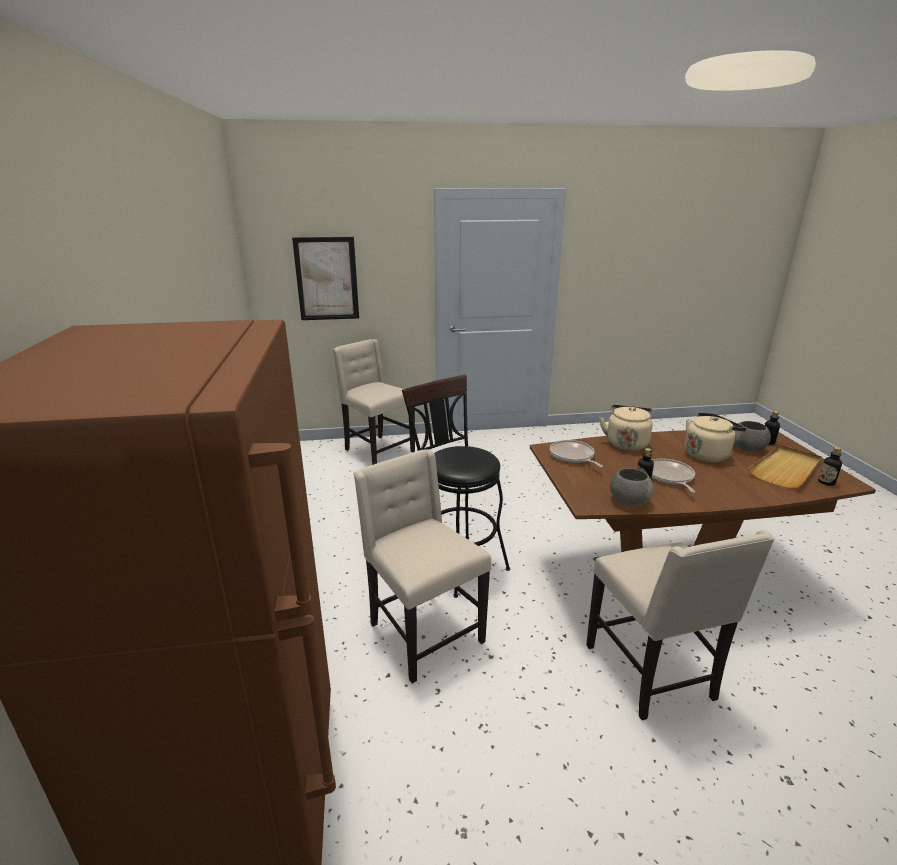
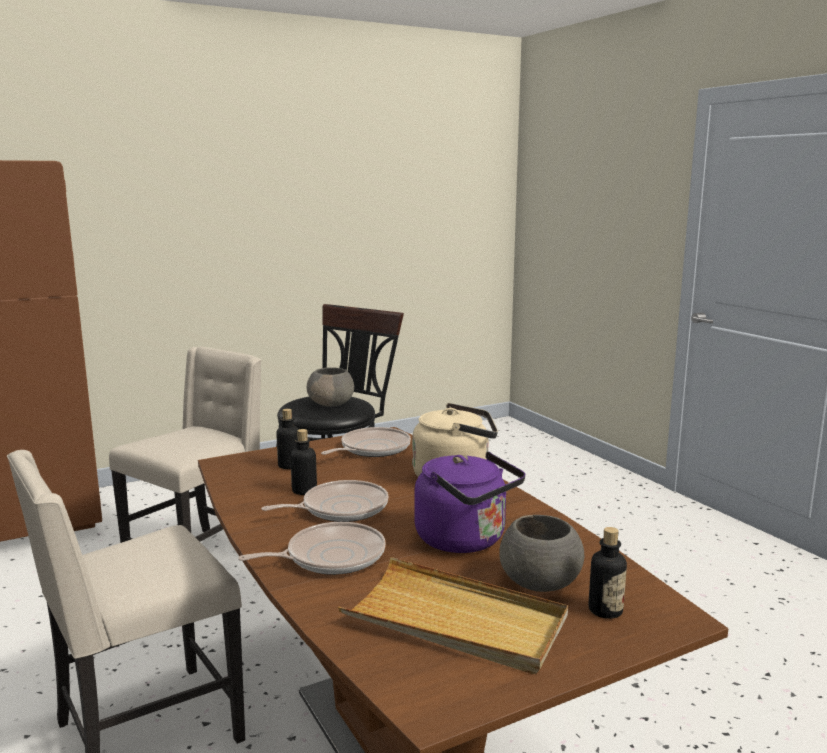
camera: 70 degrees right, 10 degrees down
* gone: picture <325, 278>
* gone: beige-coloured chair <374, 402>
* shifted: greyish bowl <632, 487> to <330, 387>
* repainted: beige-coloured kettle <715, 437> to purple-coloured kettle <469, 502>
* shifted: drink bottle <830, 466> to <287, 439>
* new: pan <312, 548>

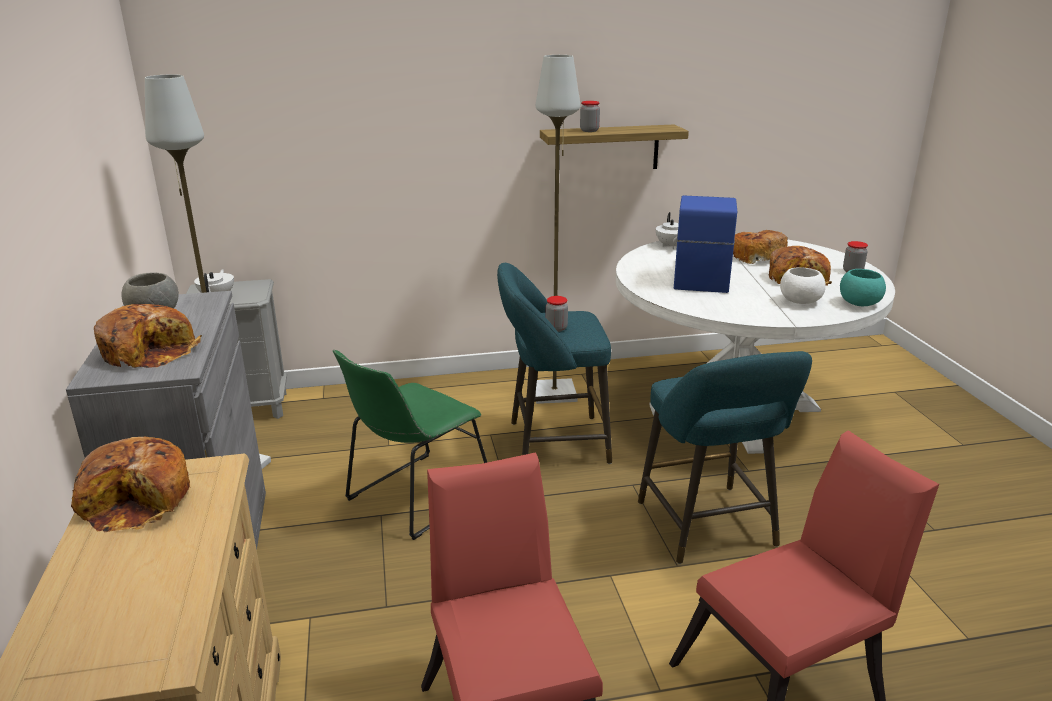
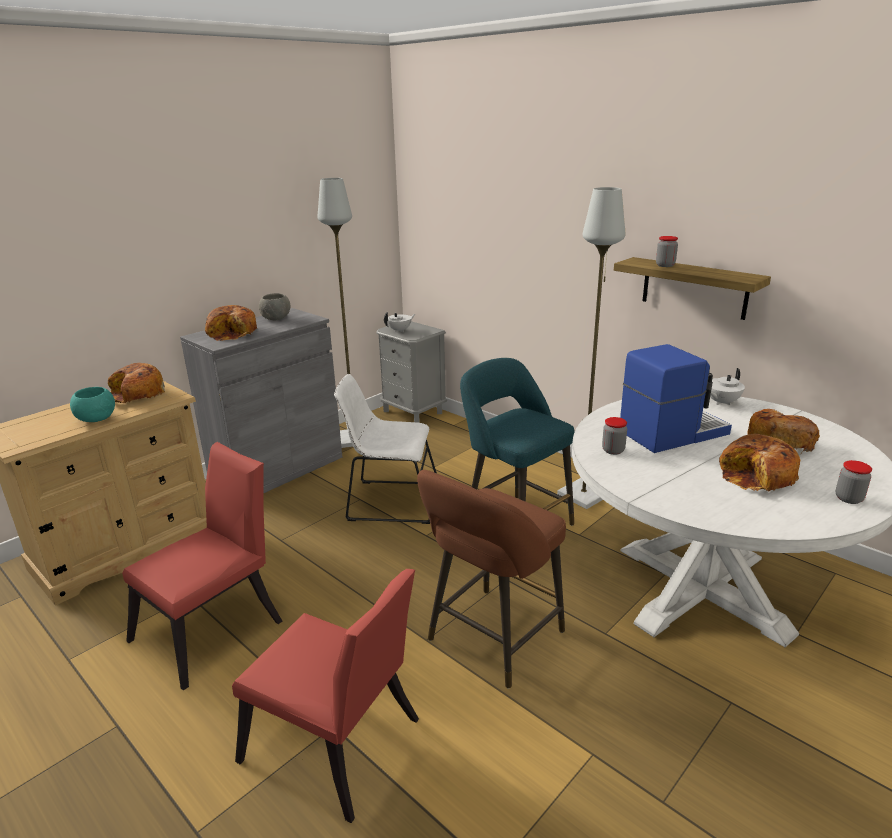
camera: 55 degrees right, 0 degrees up
* repainted: green-coloured chair <410, 445> to white-coloured chair <385, 449>
* shifted: preserve jar <557, 314> to <614, 436>
* repainted: turquoise stool seat <725, 457> to brown-coloured stool seat <491, 579>
* gone: white-coloured bowl <803, 285>
* shifted: turquoise bowl <863, 287> to <92, 404>

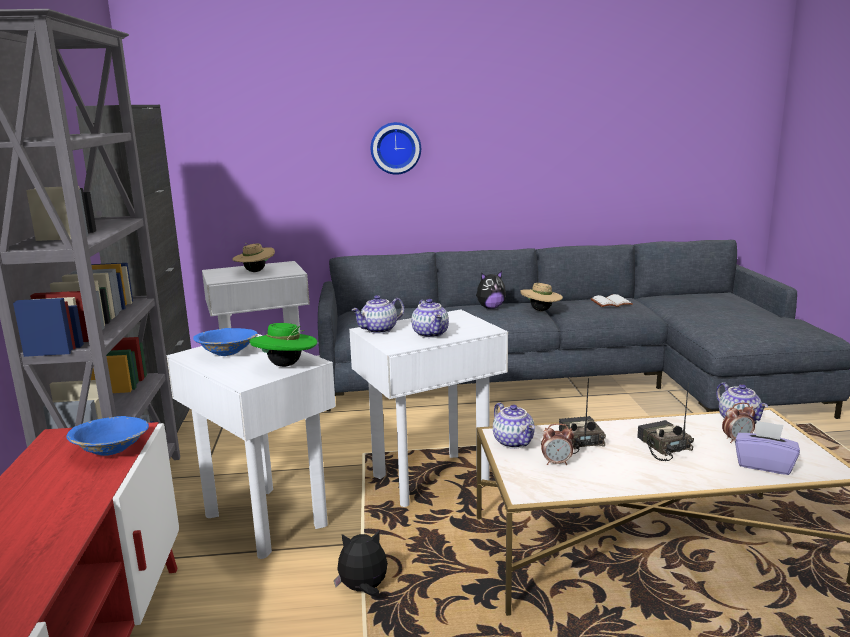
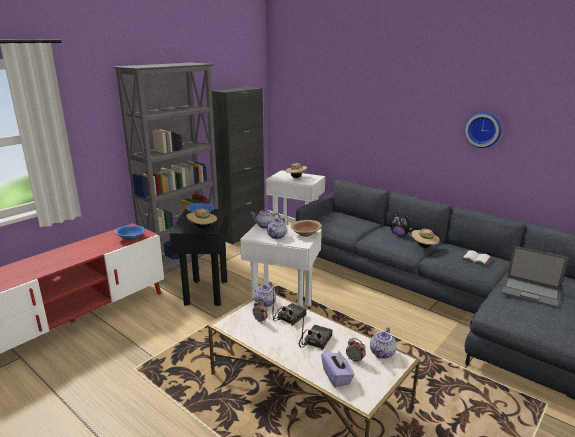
camera: 45 degrees right, 5 degrees up
* repainted: white-coloured accent table <251, 446> to black-coloured accent table <199, 257>
* repainted: green-coloured clothing hat <283, 345> to beige-coloured clothing hat <201, 219>
* gone: soft toy <361, 564>
* shifted: clock on the wall <396, 148> to <483, 130>
* new: brown-coloured bowl <306, 228>
* new: notebook computer <535, 277>

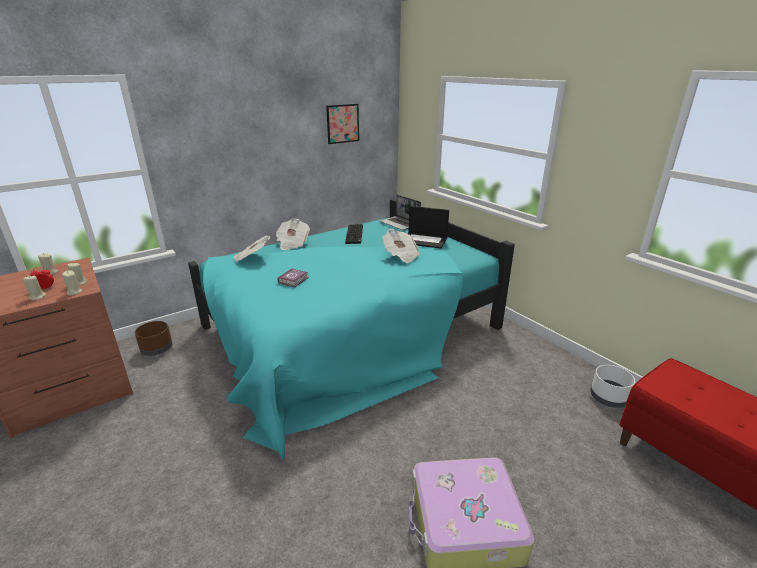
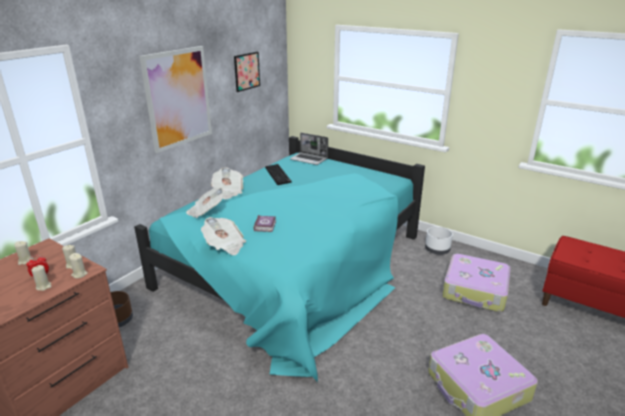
camera: 20 degrees left, 0 degrees up
* shifted: printed paper <401, 246> to <223, 236>
* gone: notebook computer <428, 227>
* shifted: white-coloured plant pot <612, 386> to <439, 241>
* new: picture <176, 99>
* new: suitcase <476, 283>

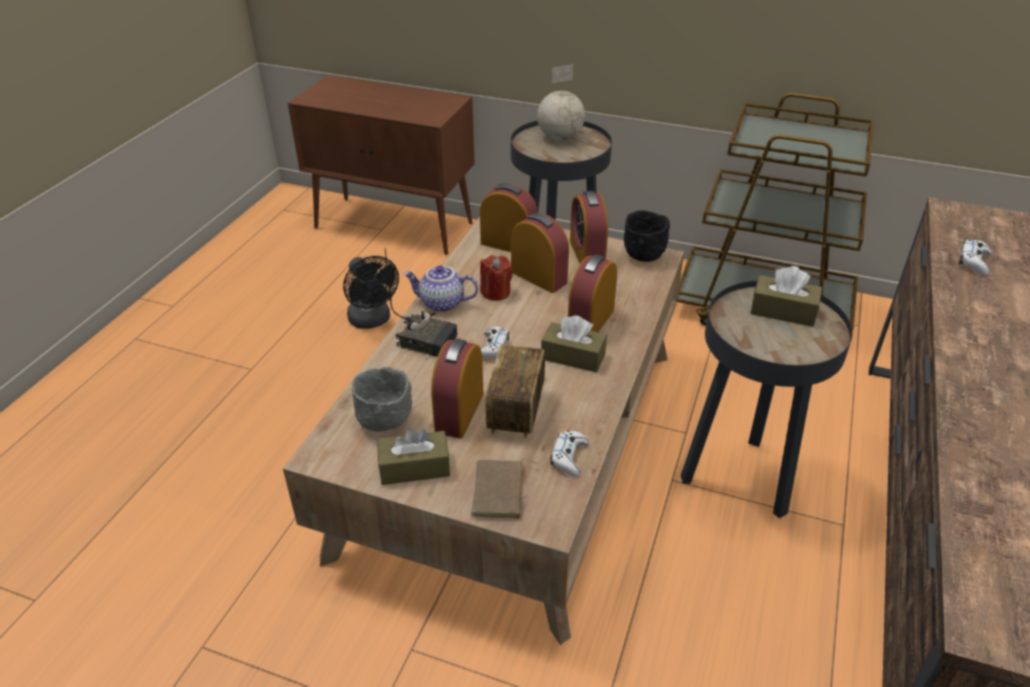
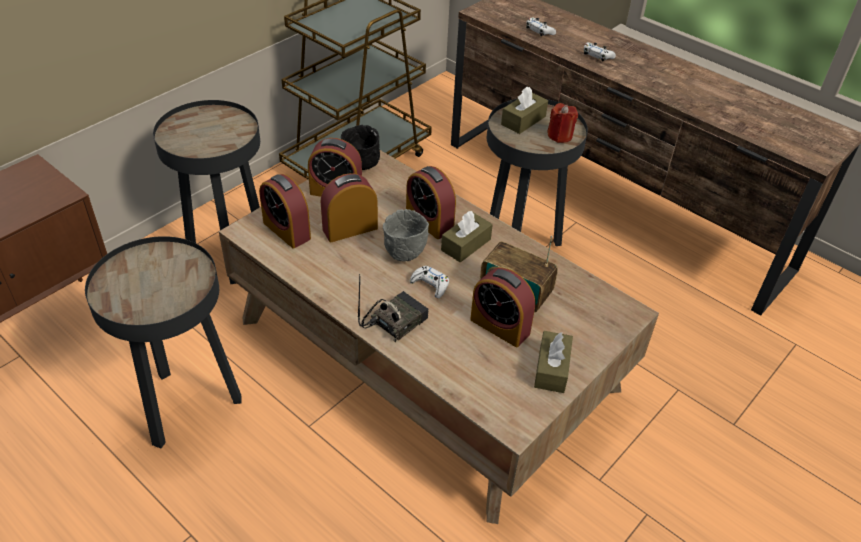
camera: 70 degrees left, 5 degrees up
* swapped: black-coloured fan <371, 292> to black-coloured accent table <163, 342>
* shifted: greyish bowl <382, 399> to <406, 235>
* gone: teapot <441, 288>
* gone: brown-coloured bound book <504, 489>
* rotated: bedside clock <509, 217> = <285, 211> 90 degrees counterclockwise
* shifted: reddish wax candle <496, 278> to <562, 123>
* gone: globe <561, 102>
* shifted: white-coloured joypad <569, 453> to <600, 51>

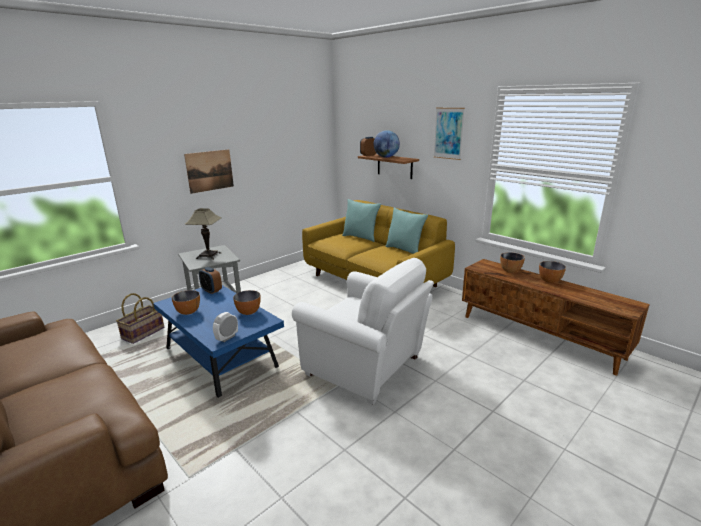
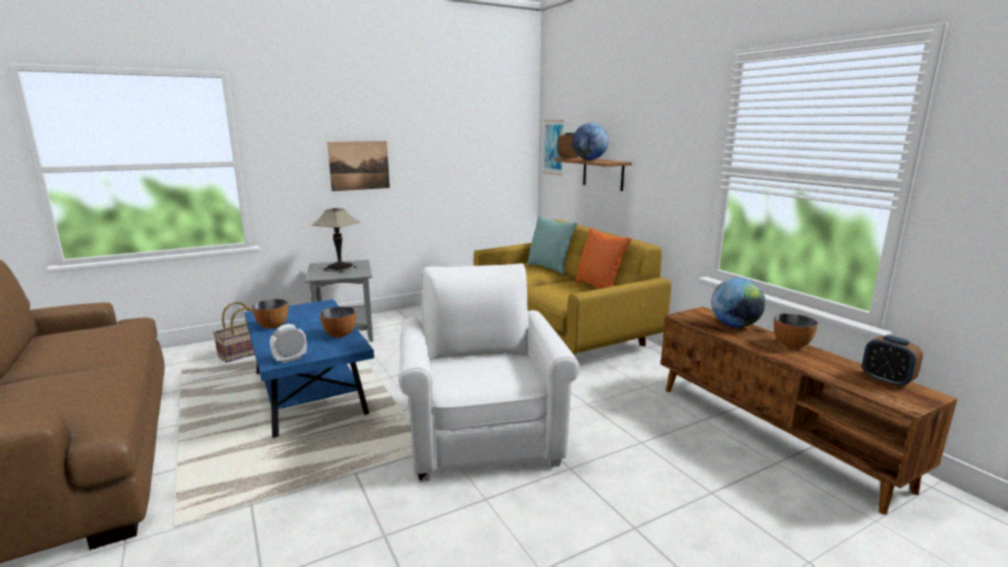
camera: 15 degrees right, 5 degrees down
* shifted: bedside clock <210, 280> to <892, 361>
* rotated: white-coloured easy chair <363, 331> = <489, 372> 150 degrees counterclockwise
* repainted: turquoise throw pillow <407, 230> to orangey throw pillow <603, 258>
* shifted: picture <449, 134> to <554, 148>
* swapped: bowl <512, 262> to globe <738, 302>

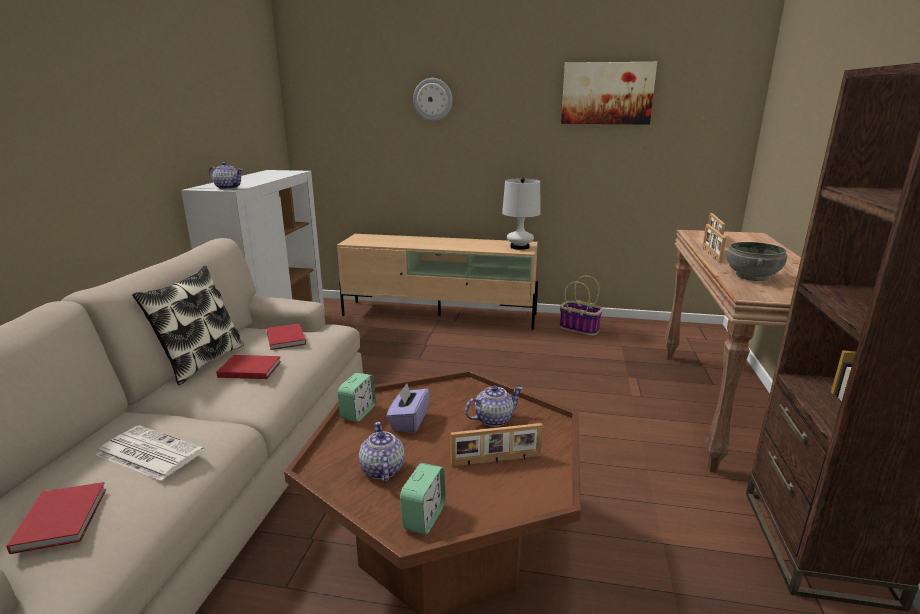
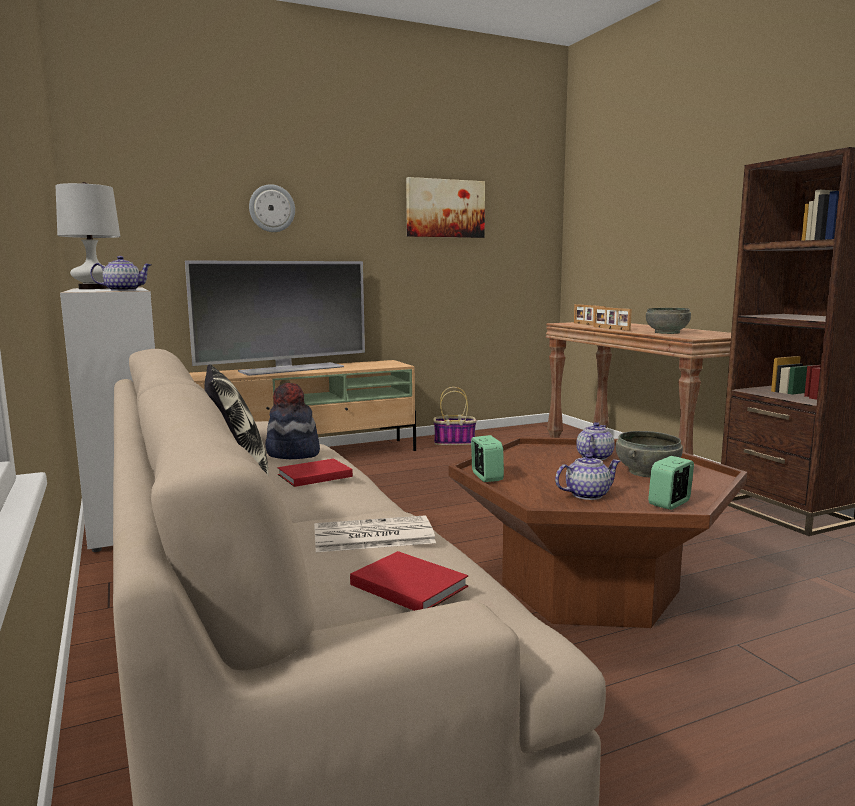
camera: 35 degrees left, 10 degrees down
* swapped: reddish bound book <286, 336> to clothing hat <292, 421>
* rotated: teapot <382, 452> = <588, 476> 120 degrees clockwise
* gone: purple-coloured tissue holder <407, 408>
* rotated: bedside clock <423, 498> = <671, 483> 120 degrees counterclockwise
* swapped: picture frame <497, 444> to greyish bowl <649, 454>
* shifted: white-coloured tabletop lamp <521, 214> to <87, 235>
* new: TV <275, 318>

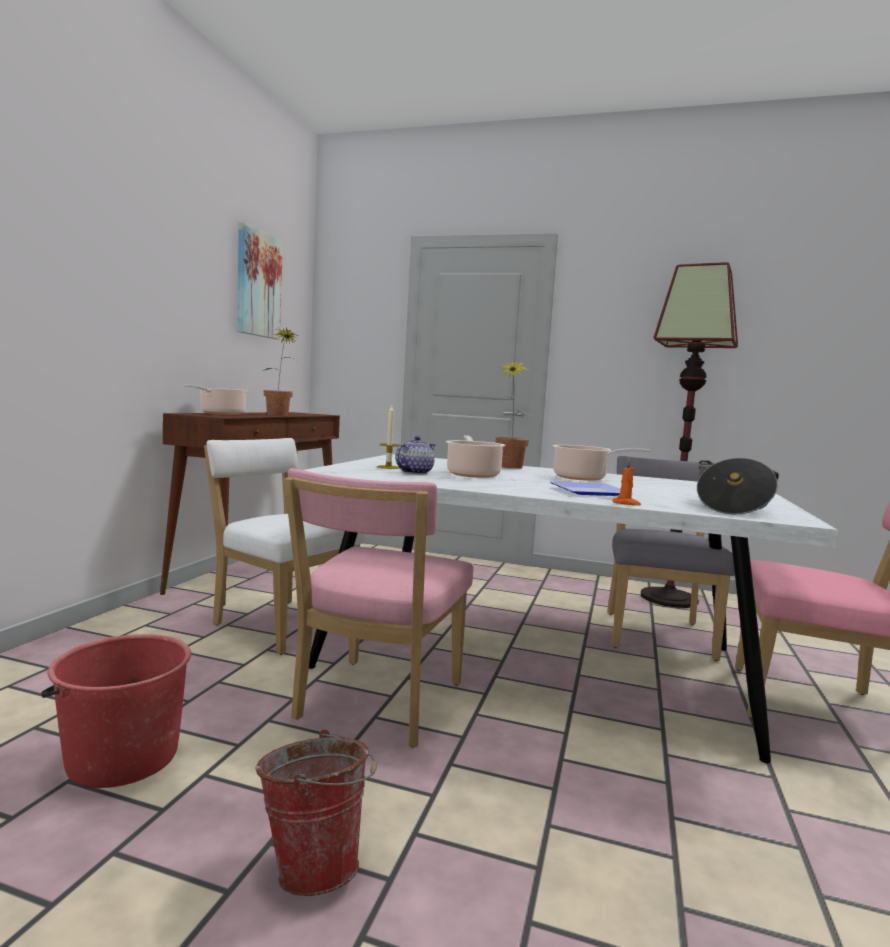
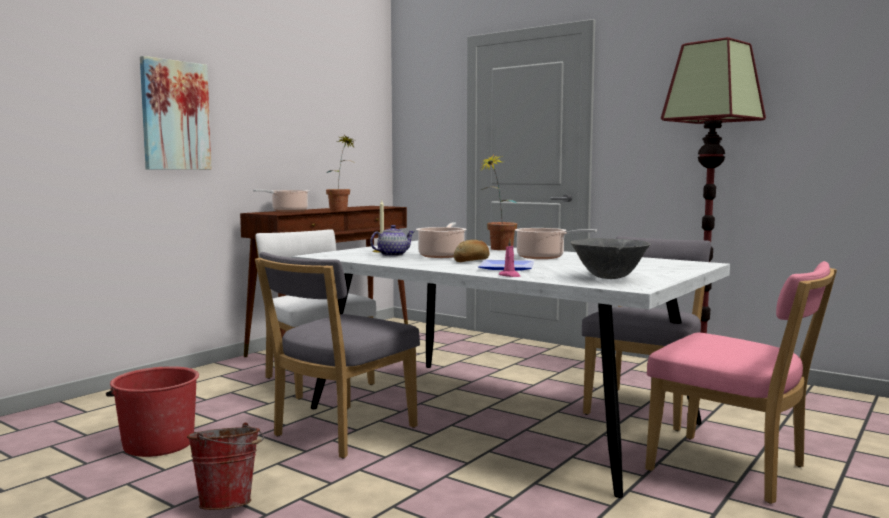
camera: 20 degrees right, 0 degrees up
* shifted: picture <260, 281> to <175, 113>
* repainted: pink chair <378, 607> to greyish chair <337, 355>
* repainted: orangey wax candle <626, 482> to pink wax candle <510, 258>
* swapped: cooking pot <738, 486> to greyish bowl <610, 258>
* new: baked bread <471, 251>

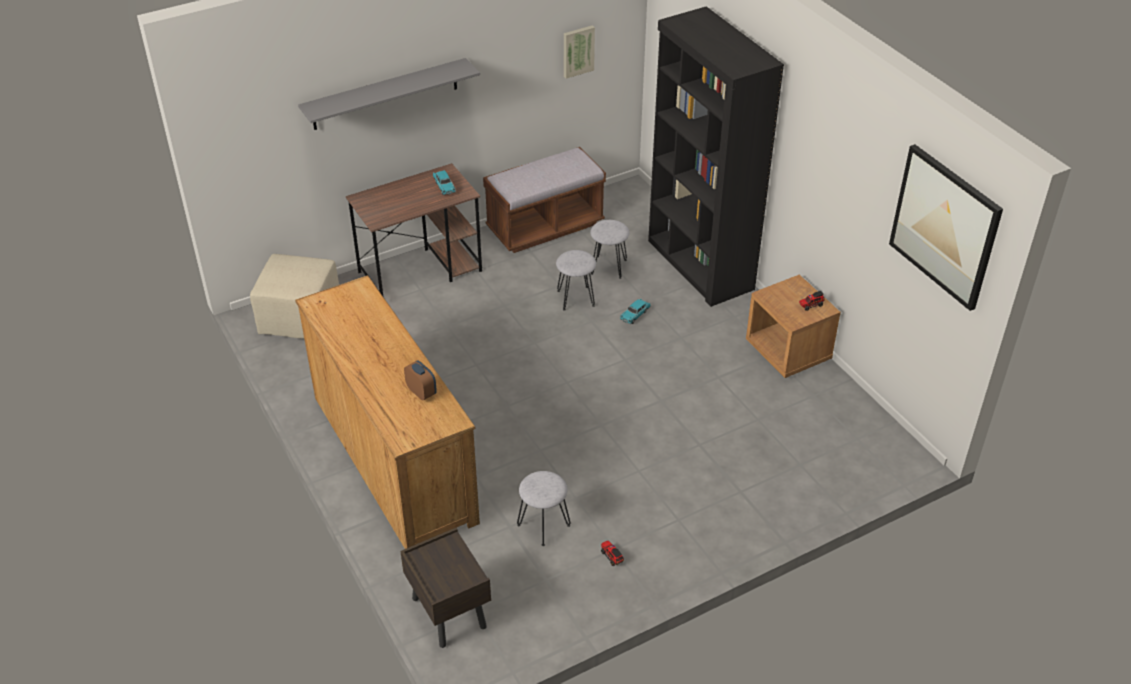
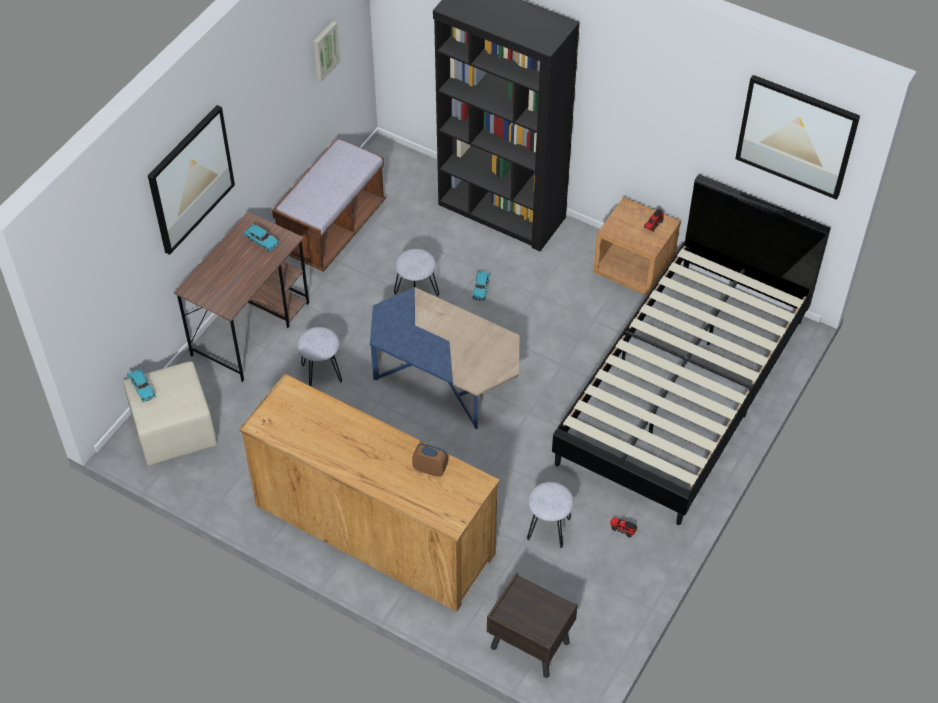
camera: 30 degrees left, 10 degrees up
* swapped: greyish shelf <389, 94> to picture <191, 180>
* shifted: greyish stool seat <609, 249> to <319, 356>
* new: turquoise miniature car <141, 385>
* new: bluish lounge table <445, 358>
* new: black-coloured sleeping bed <691, 349>

